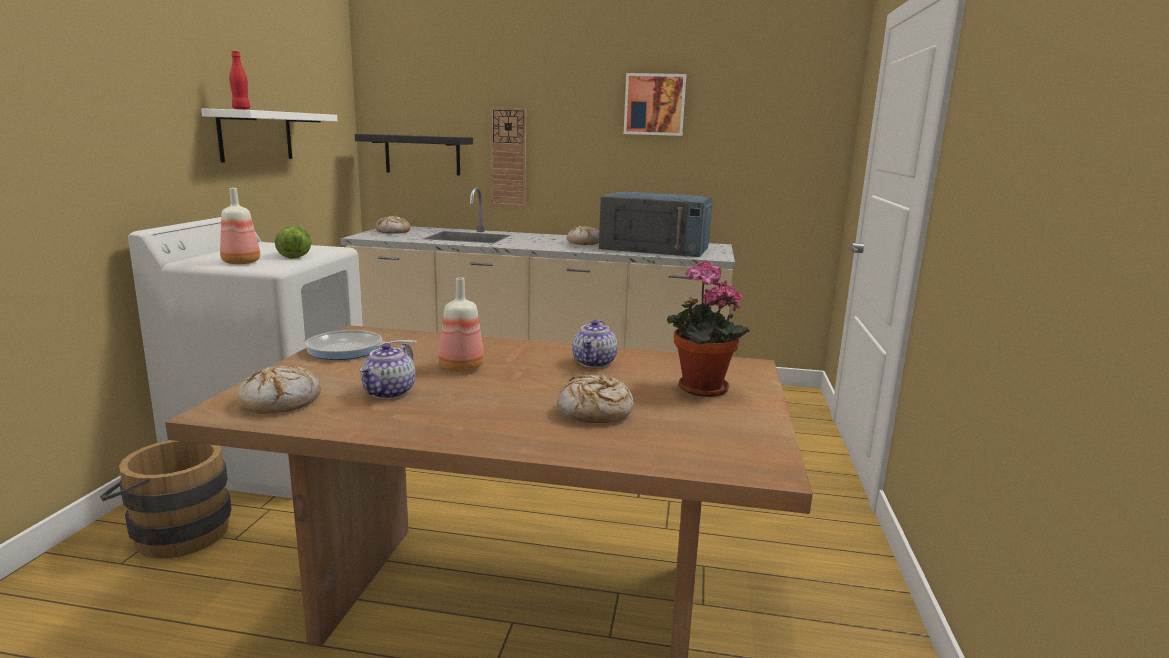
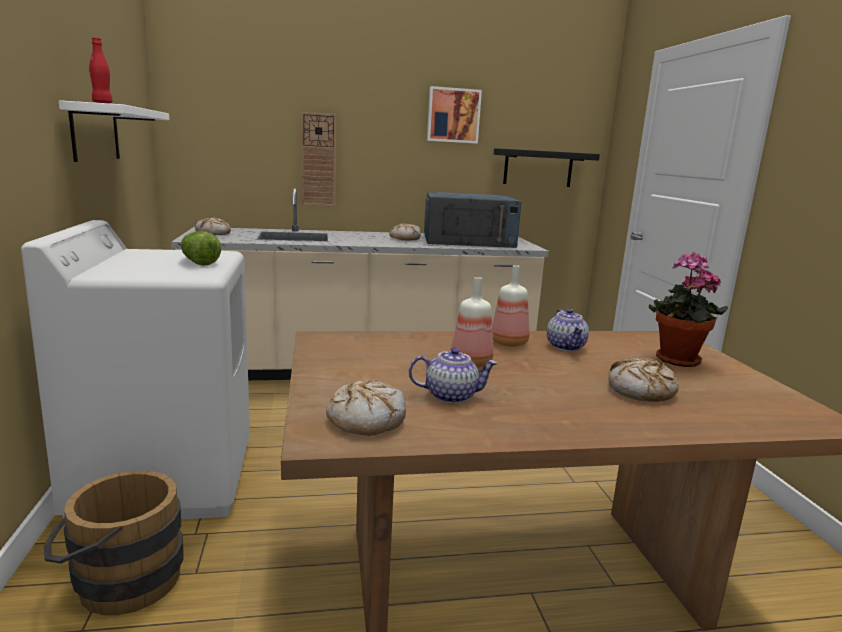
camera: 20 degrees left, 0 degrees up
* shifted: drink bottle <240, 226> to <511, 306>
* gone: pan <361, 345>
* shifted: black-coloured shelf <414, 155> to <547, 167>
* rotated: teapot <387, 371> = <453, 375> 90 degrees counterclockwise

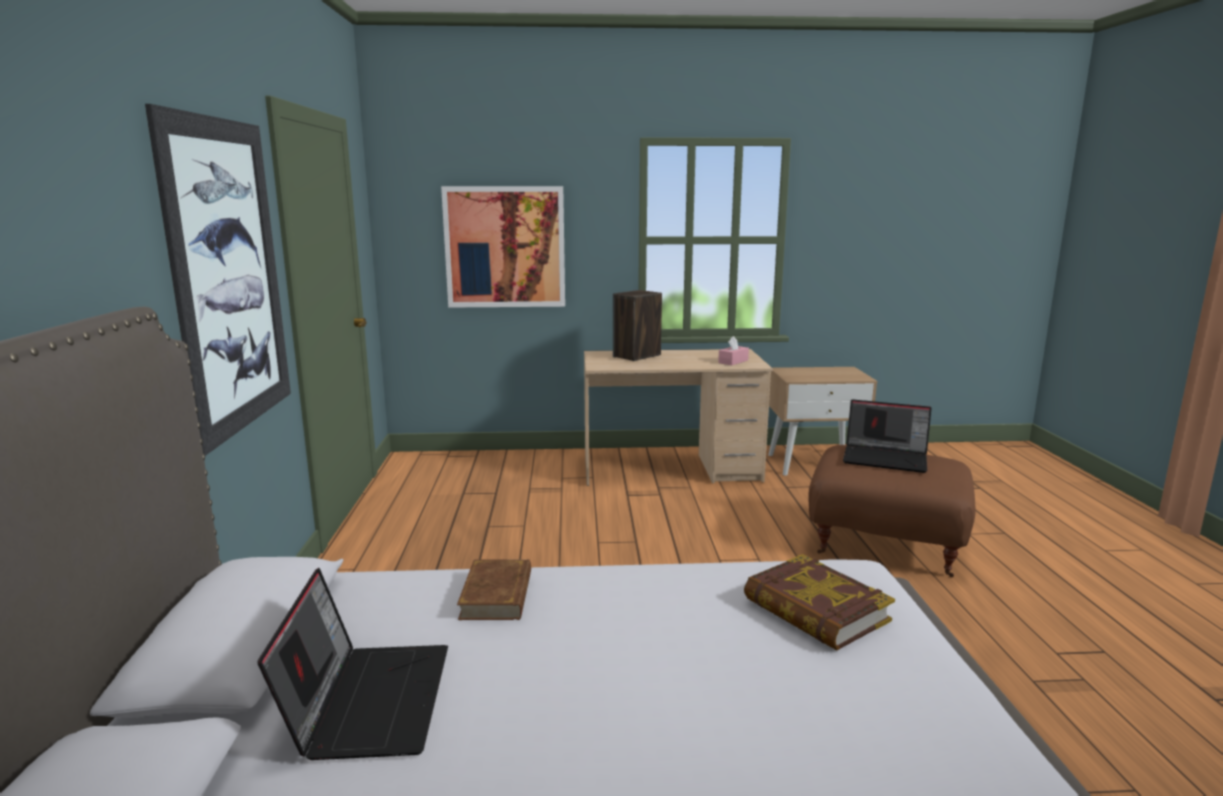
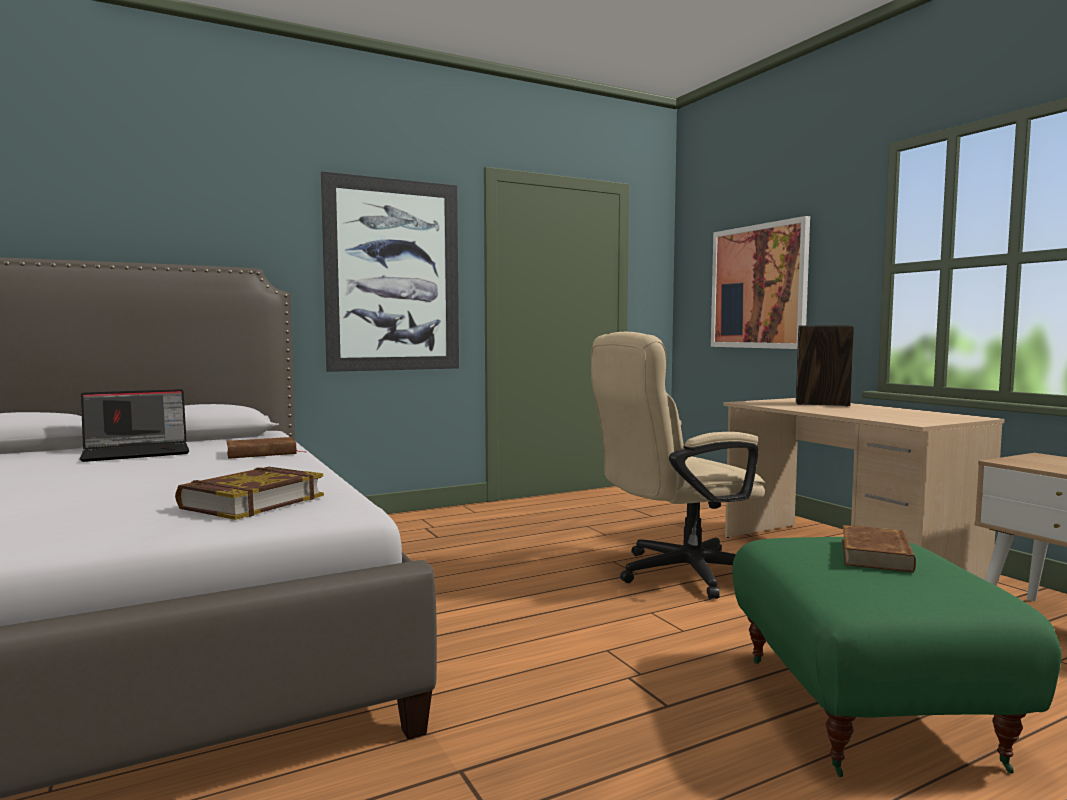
camera: 65 degrees right, 10 degrees down
* gone: pink tissue holder <733, 350>
* repainted: brown-coloured footrest <892, 511> to green-coloured footrest <897, 657>
* swapped: notebook computer <887, 436> to brown-coloured bound book <879, 548>
* new: beige-coloured computer chair <678, 465>

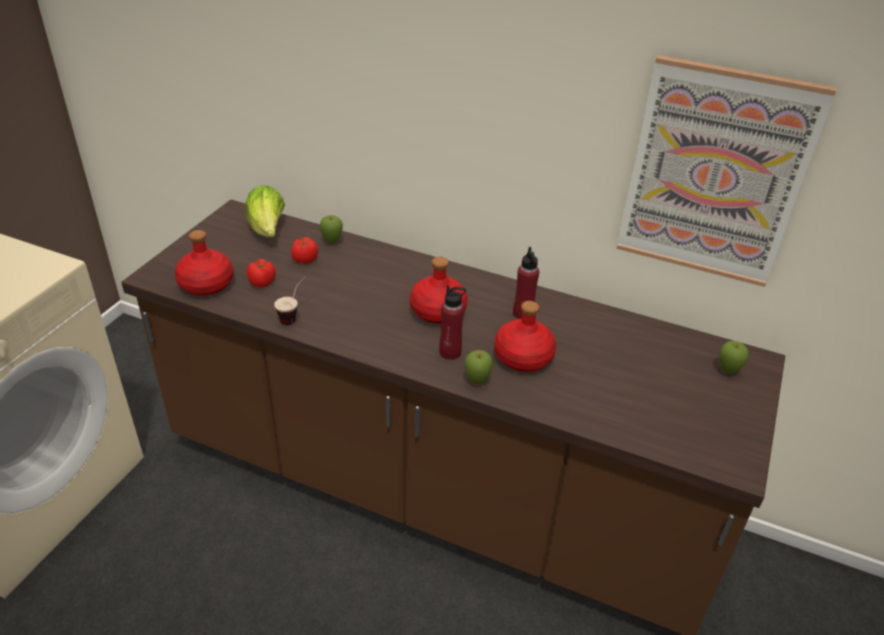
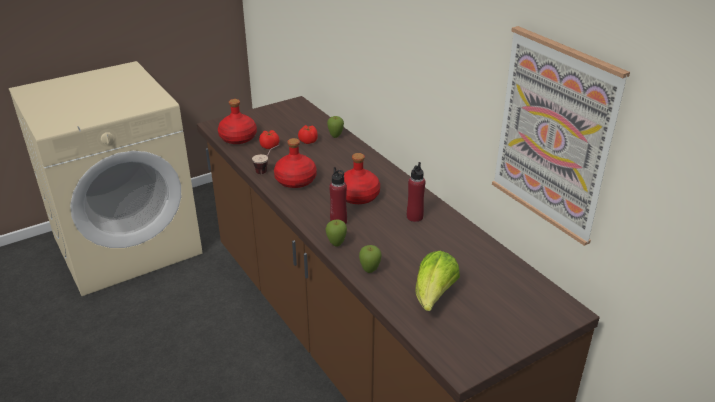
camera: 35 degrees right, 5 degrees down
* shifted: lettuce head <265, 211> to <437, 281>
* shifted: reddish drink bottle <525, 336> to <295, 163>
* shifted: apple fruit <734, 357> to <370, 259>

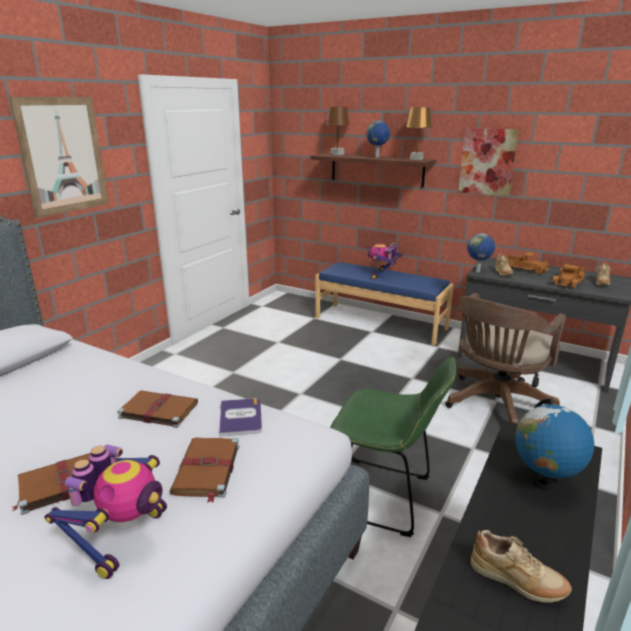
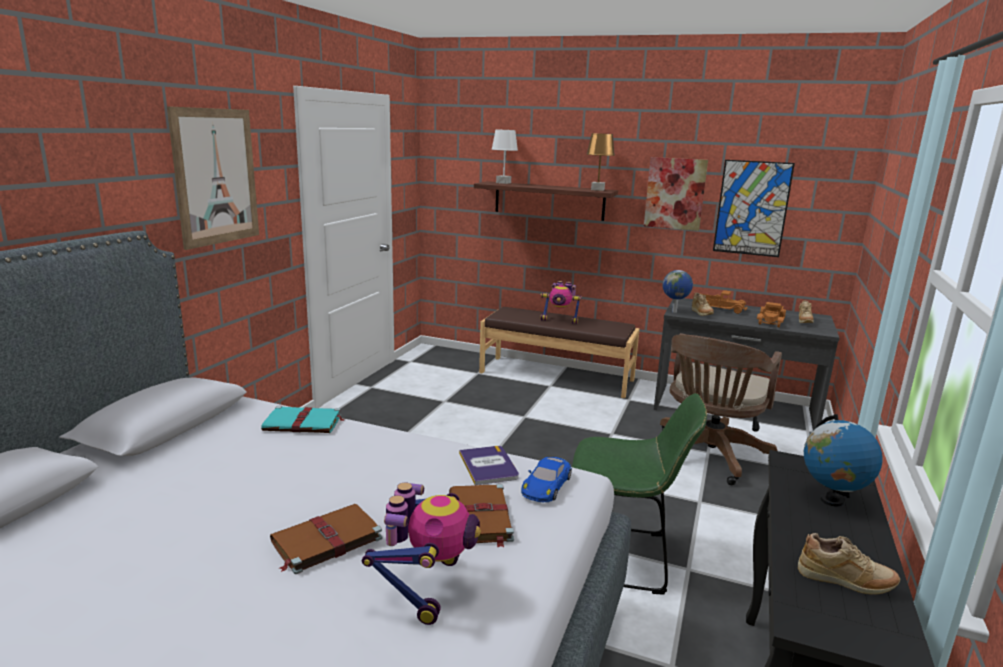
camera: 10 degrees left, 5 degrees down
* gone: brown-coloured bound book <157, 409>
* repainted: bluish long seat <384, 304> to brown-coloured long seat <559, 352>
* repainted: brown-coloured tabletop lamp <337, 131> to white-coloured tabletop lamp <505, 157>
* gone: globe <378, 139>
* rotated: toy robot <385, 261> = <561, 302> 90 degrees counterclockwise
* new: turquoise bound book <302, 419>
* new: bluish miniature car <546, 479>
* new: picture <754, 208>

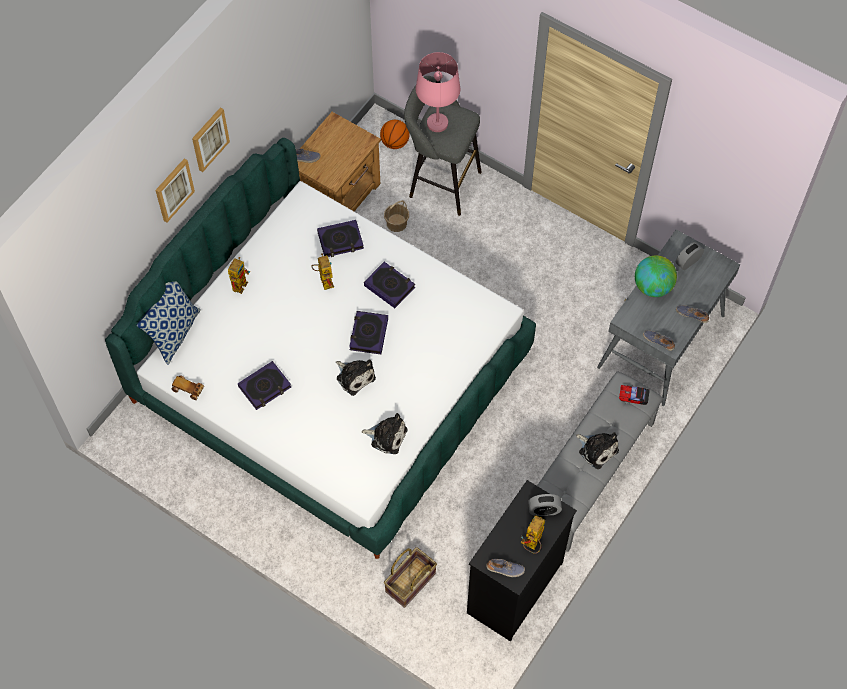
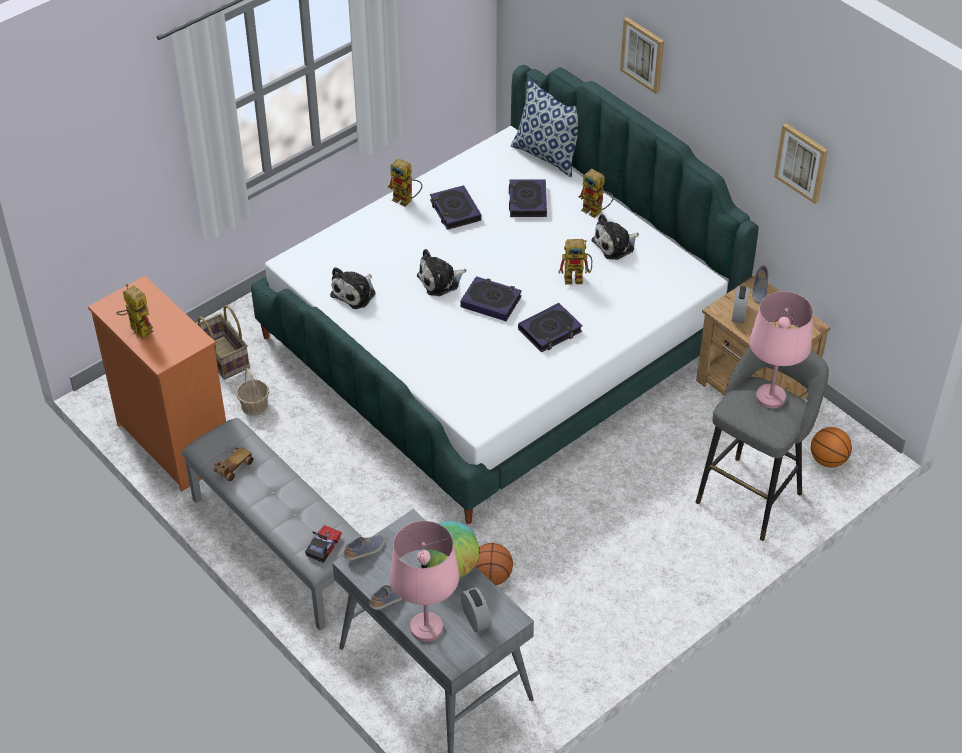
camera: 105 degrees right, 15 degrees down
* shifted: miniature car <187, 387> to <233, 464>
* shifted: picture <211, 140> to <801, 163>
* shifted: bound book <340, 238> to <528, 198>
* shifted: storage basket <396, 216> to <252, 392>
* repainted: black-coloured chest of drawers <522, 561> to orangey chest of drawers <157, 383>
* gone: low shoe <505, 568>
* shifted: bedside clock <545, 505> to <741, 304>
* shifted: soft toy <597, 450> to <615, 237>
* new: toy robot <405, 182>
* new: pink tabletop lamp <424, 581>
* new: basketball <494, 564>

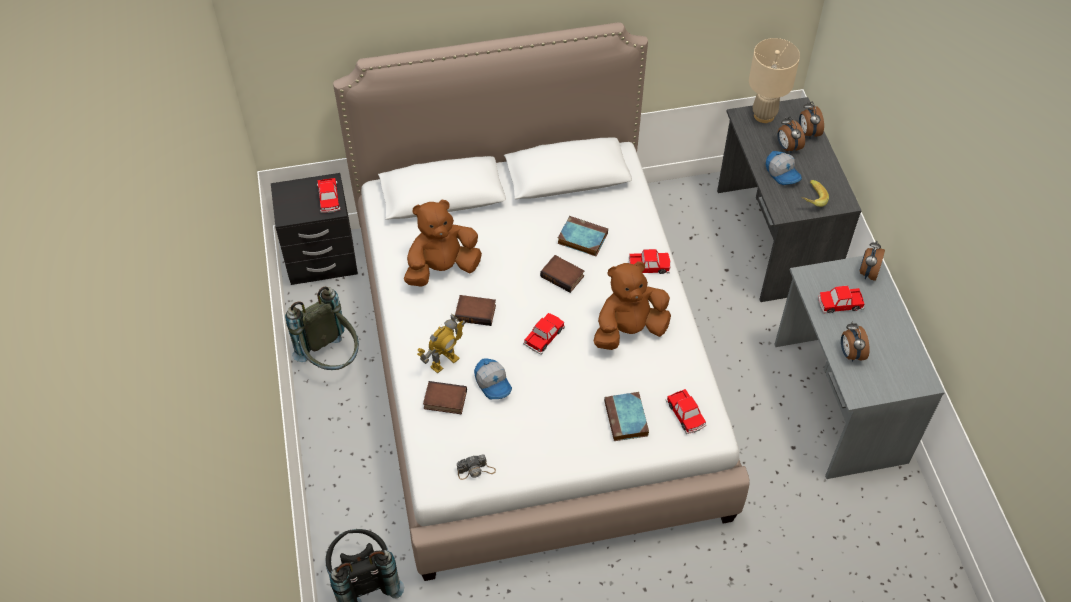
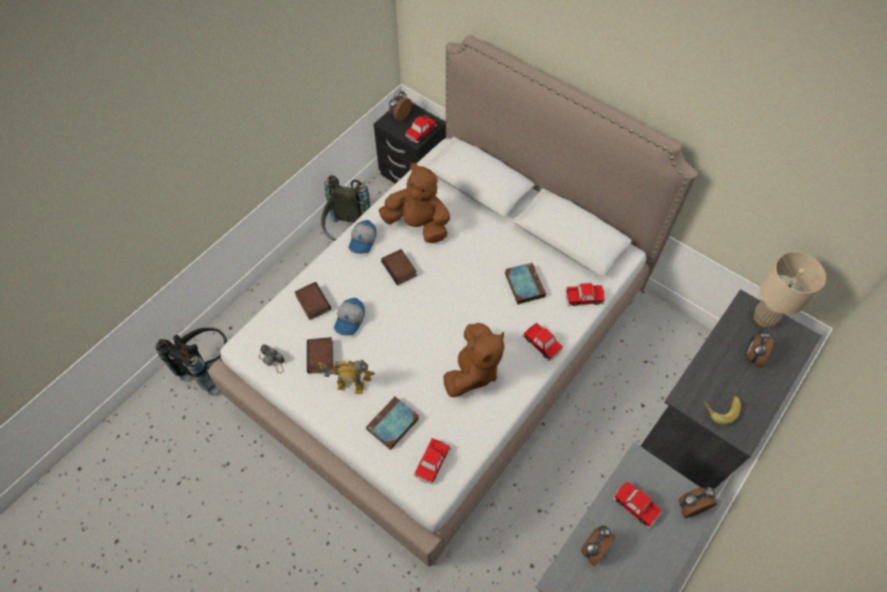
camera: 50 degrees right, 5 degrees up
* shifted: toy robot <441, 344> to <346, 377>
* shifted: miniature car <544, 334> to <585, 294>
* shifted: bound book <562, 274> to <320, 355>
* rotated: brown-coloured soft toy <632, 305> = <474, 360> 90 degrees clockwise
* shifted: cap <784, 168> to <362, 237>
* shifted: bedside clock <811, 120> to <400, 105>

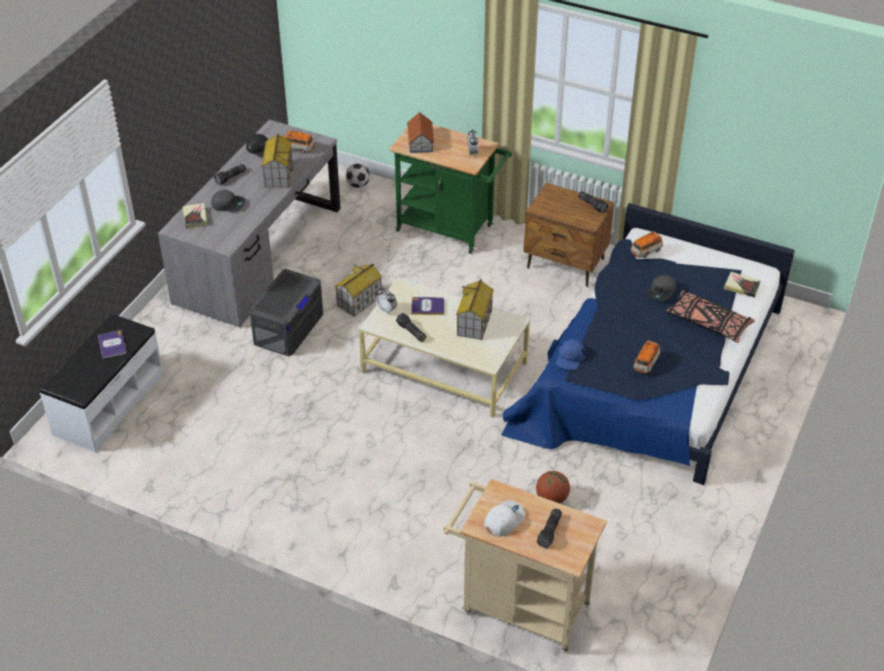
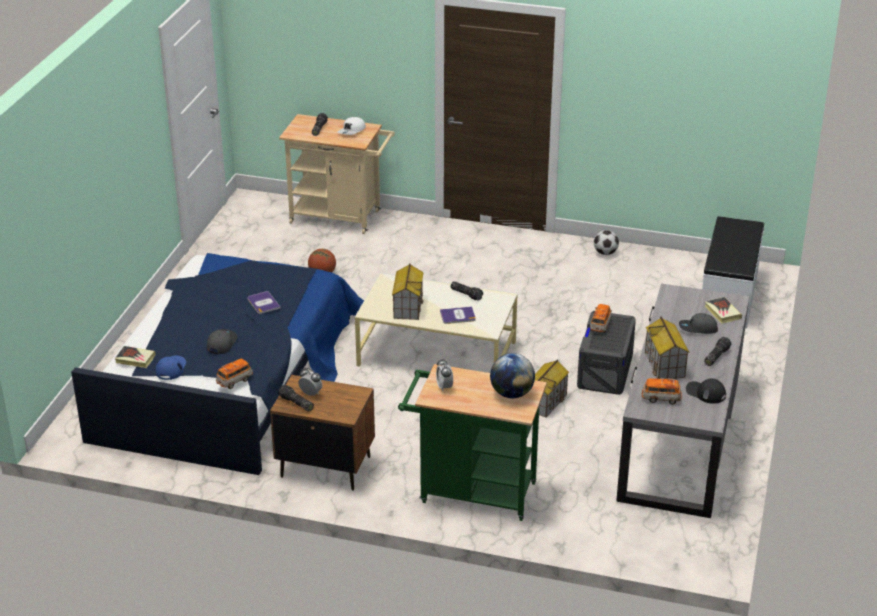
camera: 170 degrees right, 10 degrees down
* shifted: bound book <112, 344> to <263, 302>
* shifted: ball for football <358, 175> to <606, 242>
* shifted: bedside clock <386, 301> to <310, 382>
* swapped: model house <421, 132> to globe <512, 375>
* shifted: bluish cap <570, 354> to <171, 368>
* shifted: miniature car <646, 357> to <601, 318>
* gone: black-coloured throw pillow <711, 316>

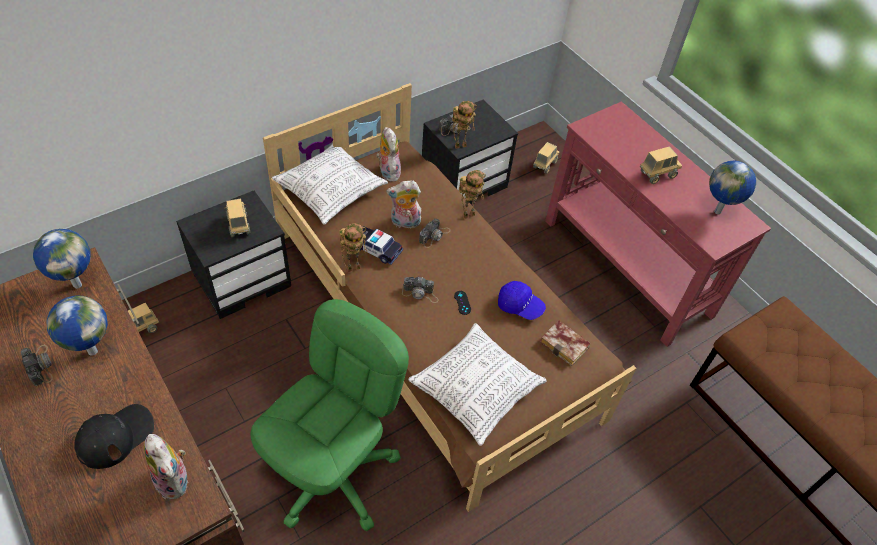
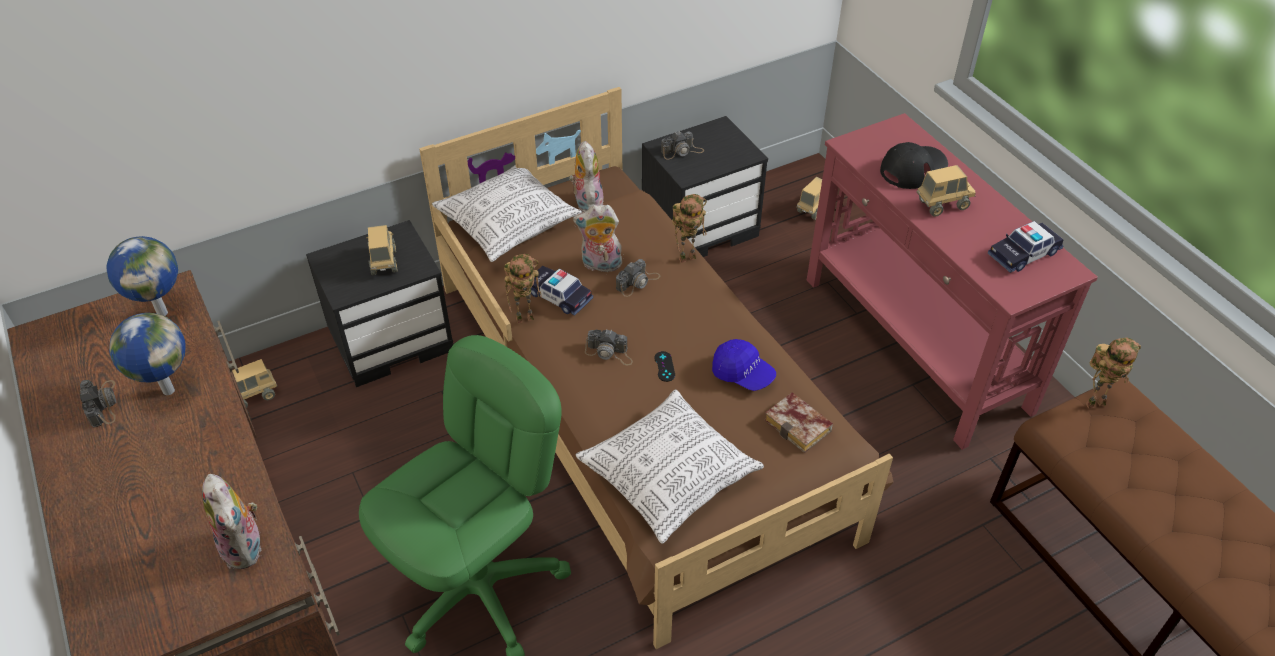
camera: 10 degrees right, 5 degrees down
* shifted: black-coloured cap <114, 436> to <914, 165>
* shifted: toy robot <464, 125> to <1113, 373>
* swapped: globe <732, 187> to miniature car <1026, 247>

